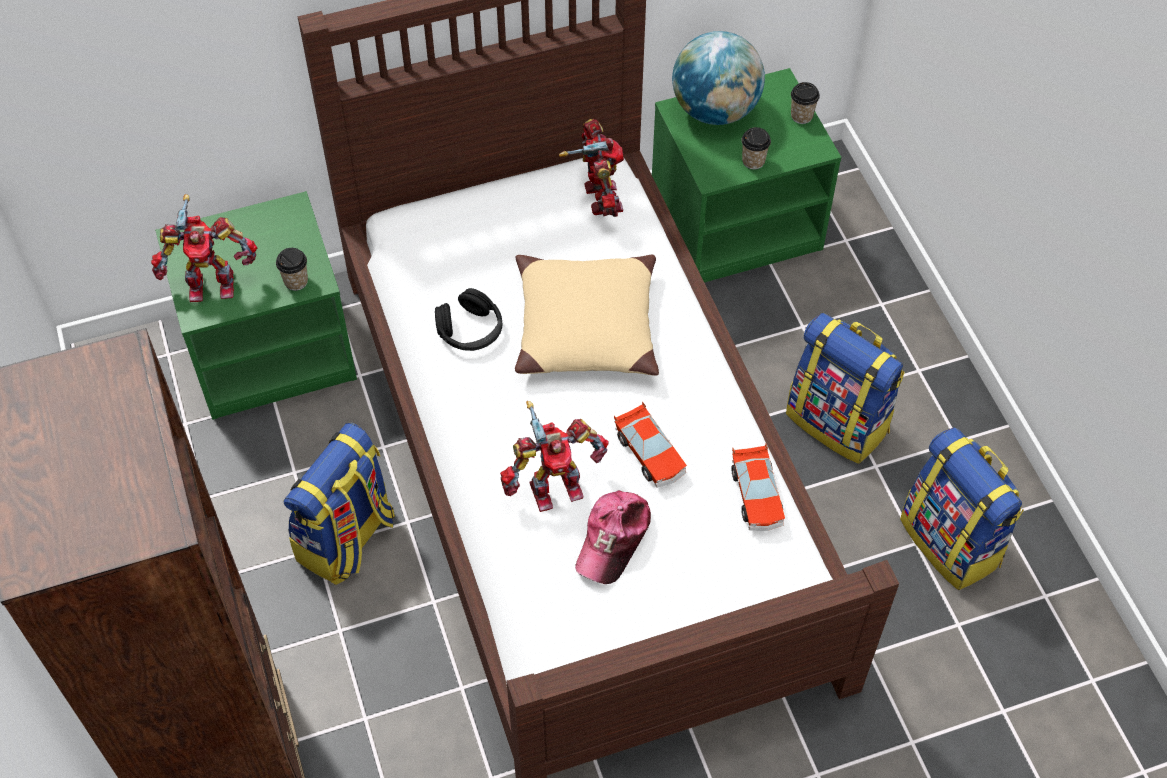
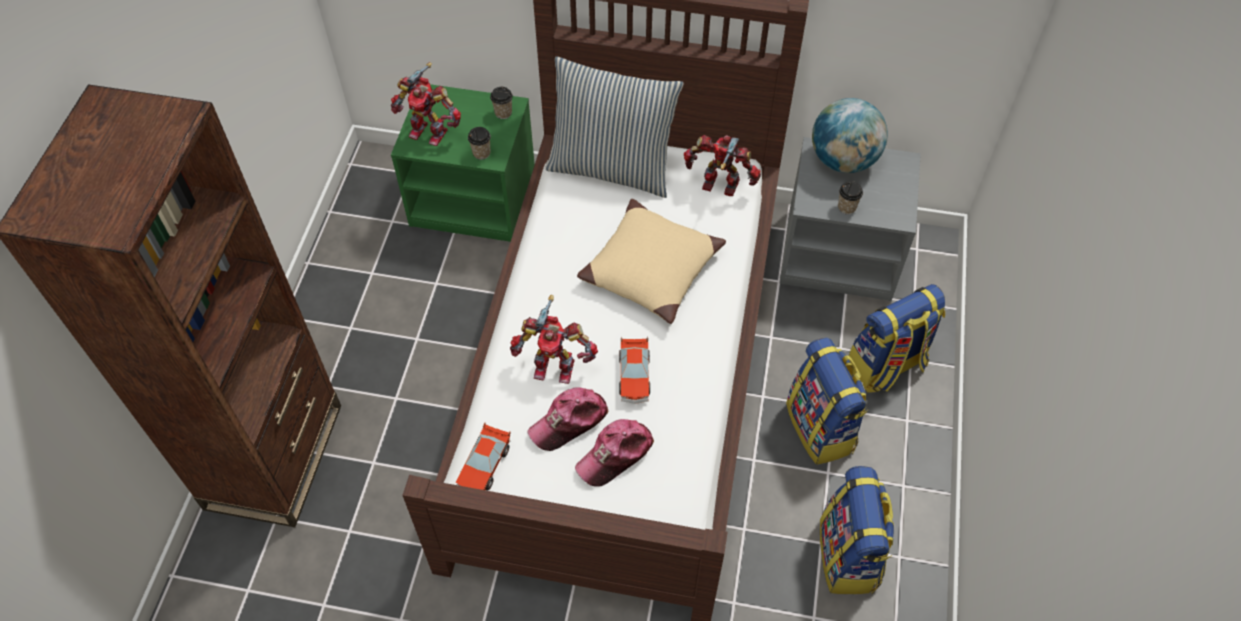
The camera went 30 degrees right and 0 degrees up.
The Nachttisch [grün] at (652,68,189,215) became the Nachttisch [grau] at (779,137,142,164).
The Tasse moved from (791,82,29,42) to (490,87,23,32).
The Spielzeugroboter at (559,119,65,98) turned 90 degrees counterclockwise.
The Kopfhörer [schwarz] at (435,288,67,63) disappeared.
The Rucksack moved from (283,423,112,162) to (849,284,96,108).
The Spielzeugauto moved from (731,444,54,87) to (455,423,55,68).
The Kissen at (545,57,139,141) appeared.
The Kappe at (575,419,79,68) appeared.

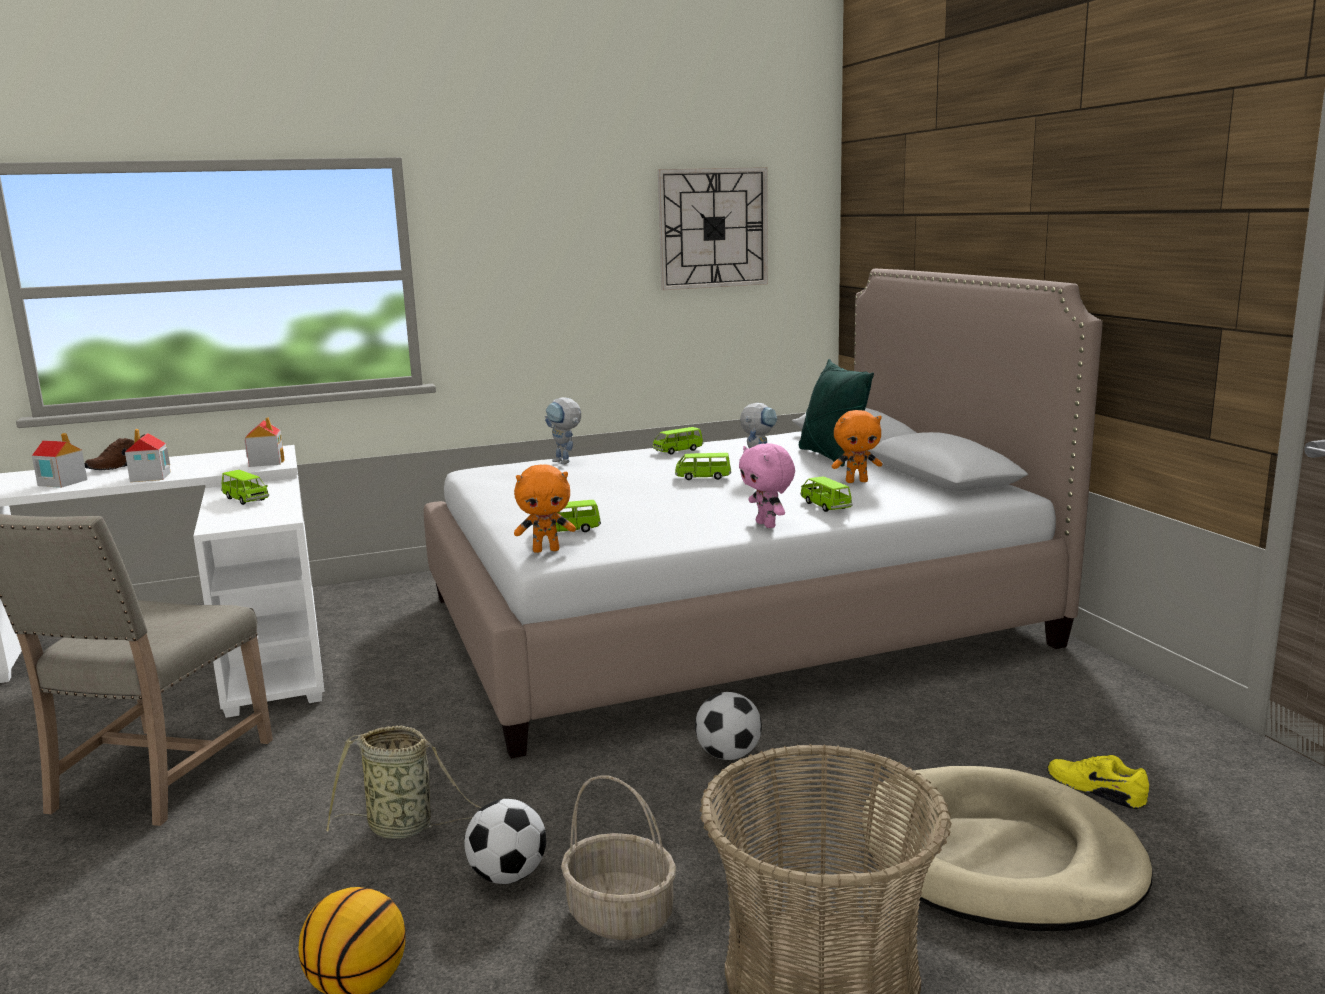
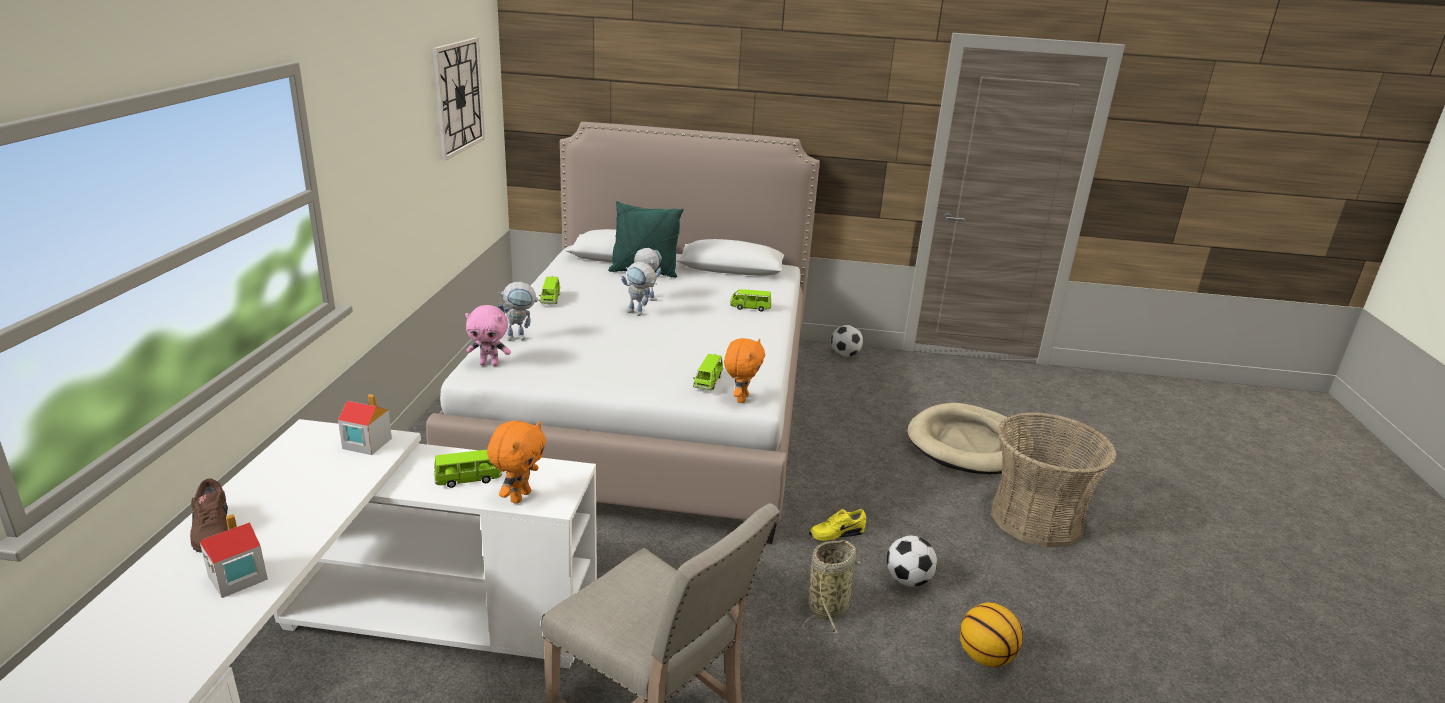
The camera went 65 degrees left and 10 degrees up.
The Plüschtier [orange] moved from (832,410,50,73) to (487,421,59,83).
The Spielzeughaus at (125,429,46,53) disappeared.
The Plüschtier [rosa] moved from (739,443,56,85) to (465,305,46,61).
The Spielzeugauto [grün] at (675,453,56,27) was replaced by the Spielzeugroboter at (621,262,36,54).
The Fußball moved from (695,692,67,68) to (831,325,32,32).
The Schuh [gelb] moved from (1047,755,102,54) to (809,509,57,33).
The Korb at (561,776,115,164) disappeared.

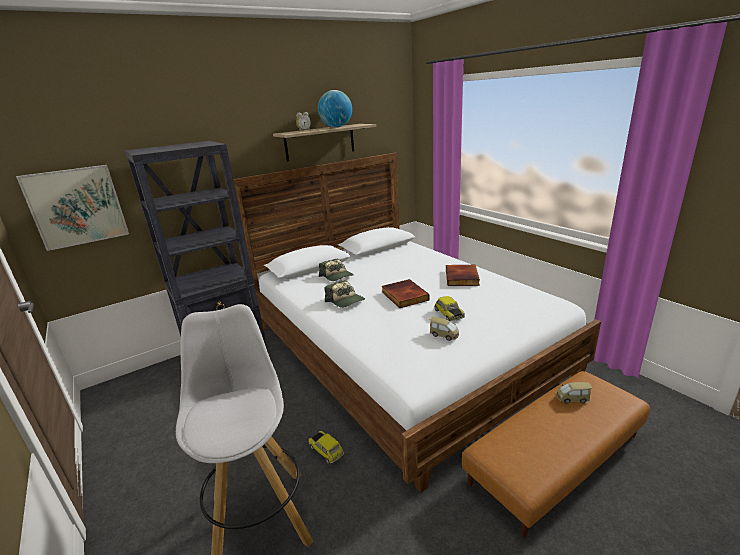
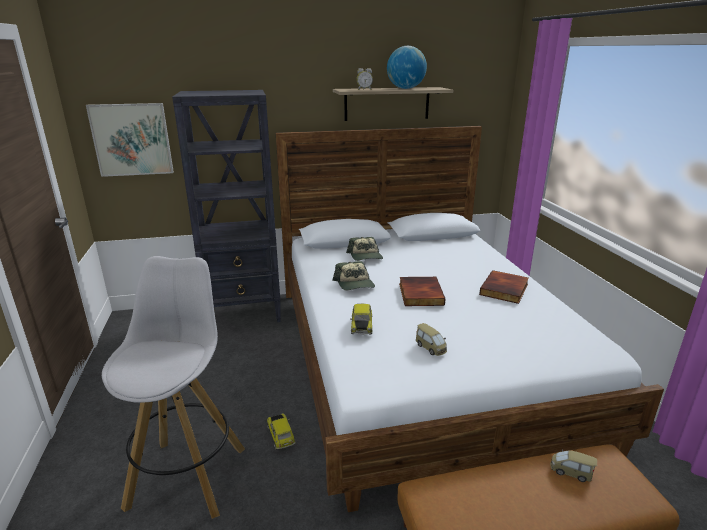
The camera went 20 degrees right and 0 degrees up.
The Spielzeugauto moved from (434,296,31,25) to (350,304,23,31).

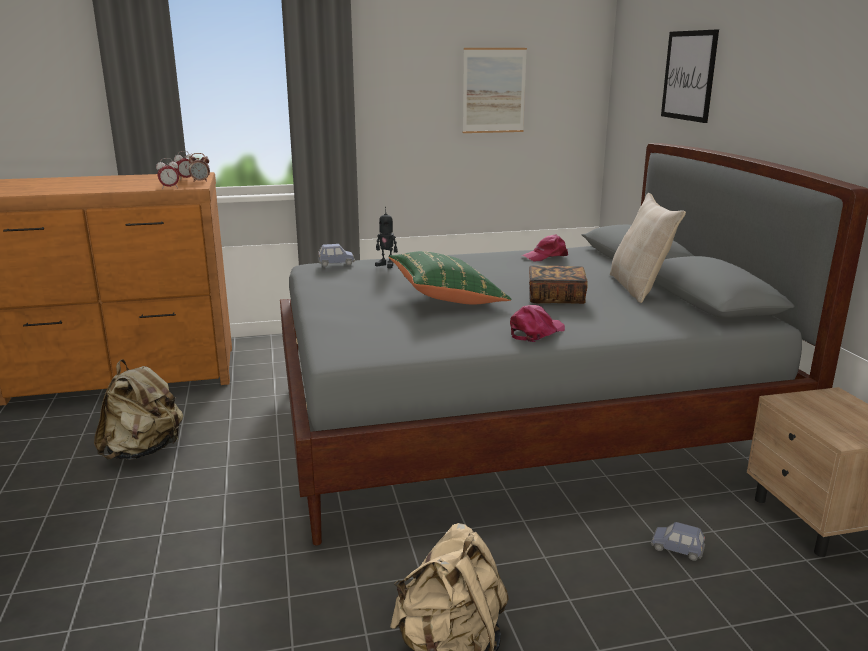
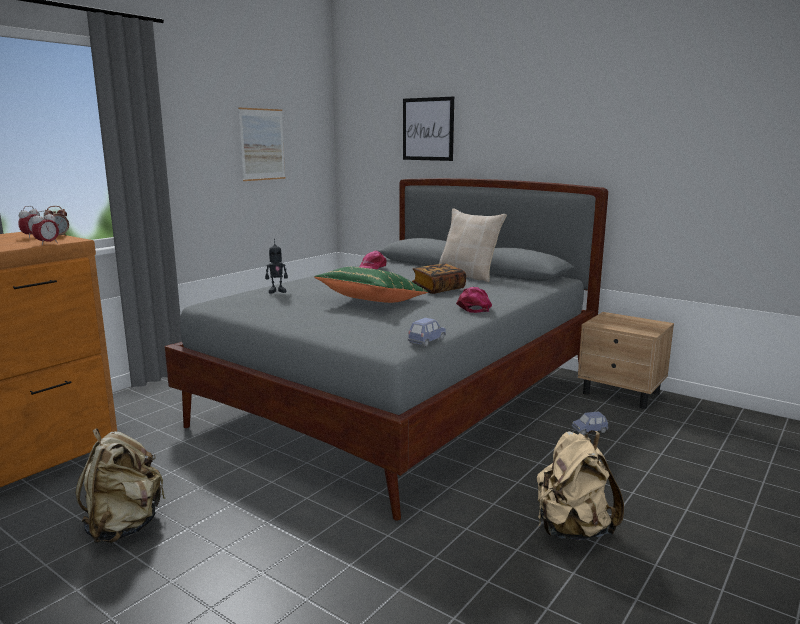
The camera went 40 degrees left and 5 degrees down.
The Spielzeugauto [blau] moved from (318,244,37,23) to (408,318,38,29).

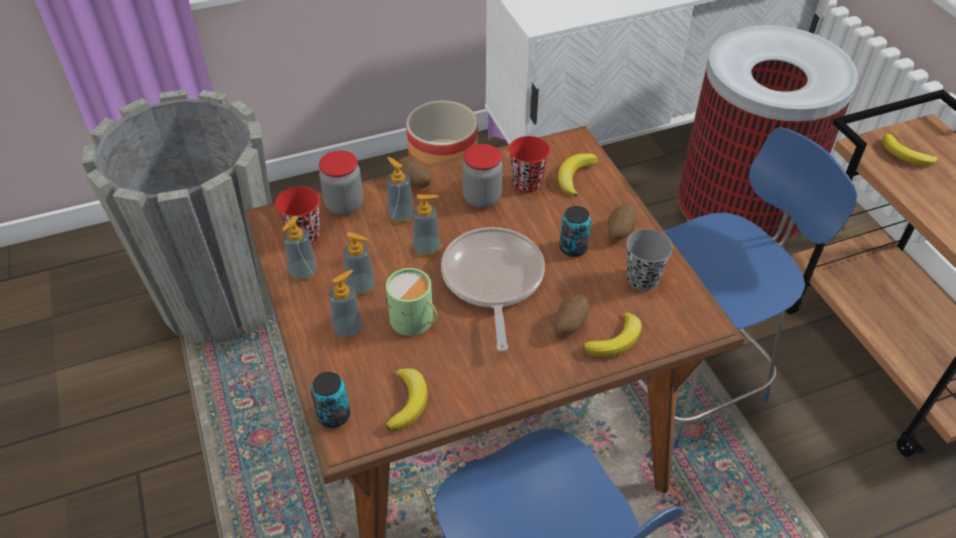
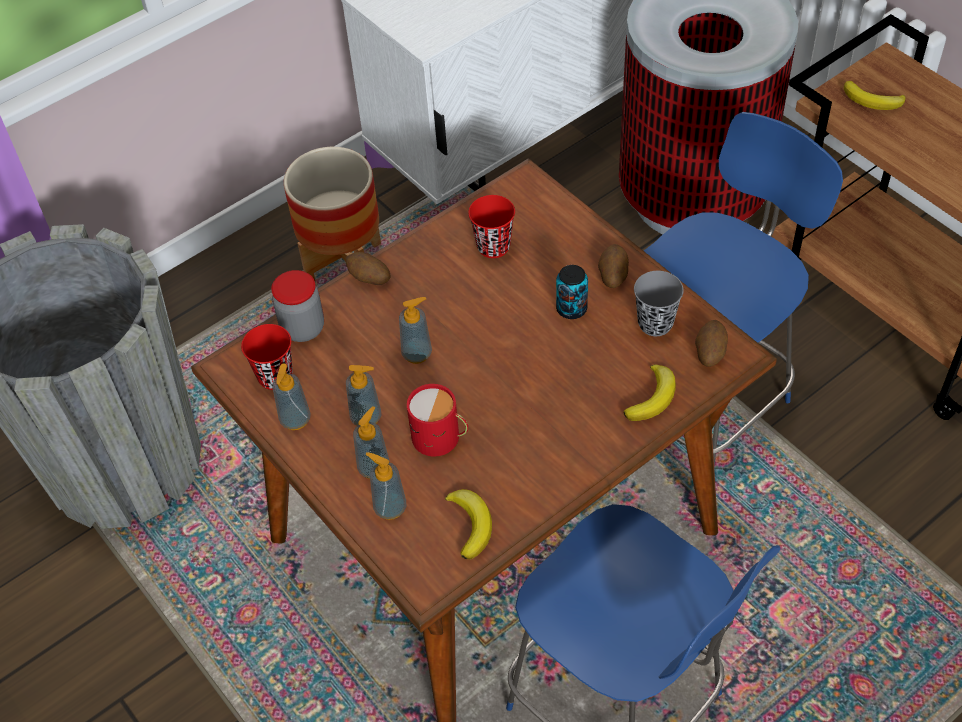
The camera went 15 degrees left and 5 degrees up.
The Vorratsglas at (462,144,41,64) disappeared.
The Banane at (558,153,40,44) disappeared.
The Seifenspender moved from (387,157,27,67) to (365,452,41,68).
The Pfanne at (441,227,104,124) disappeared.
The Henkelbecher [grün] at (386,268,52,68) became the Henkelbecher [rot] at (407,384,61,72).
The Kartoffel moved from (554,295,35,40) to (695,320,33,47).
The Dose at (311,372,39,56) disappeared.

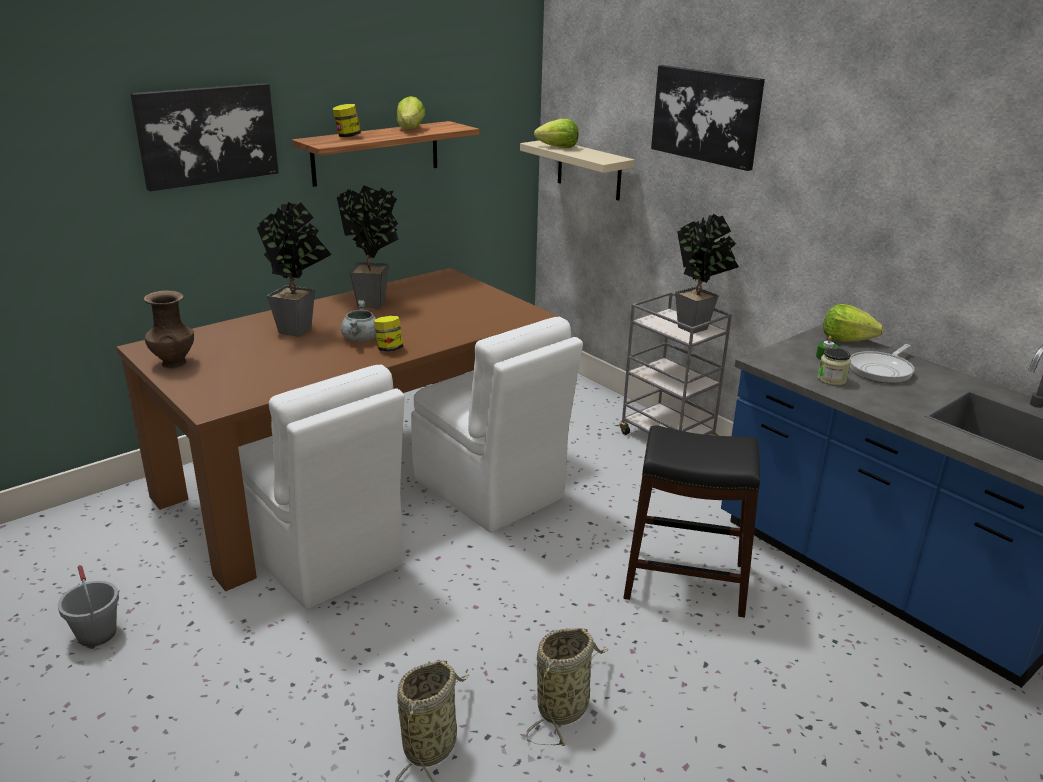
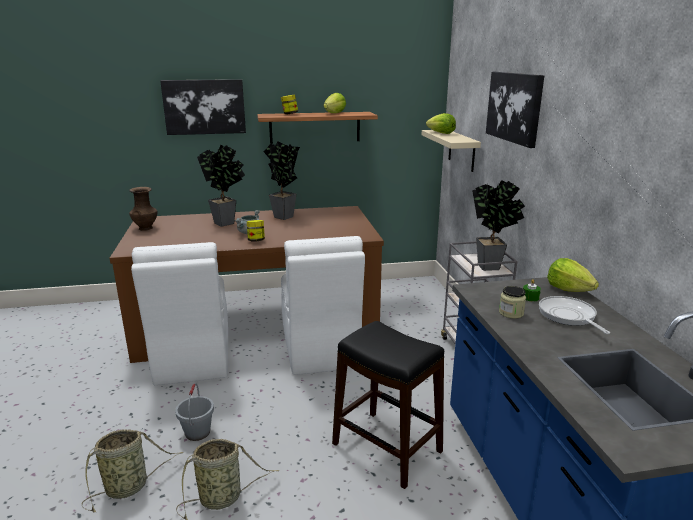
The camera went 30 degrees right and 5 degrees down.
The Pfanne at (849,344,66,39) turned 90 degrees clockwise.
The Eimer [grau] moved from (58,565,61,82) to (175,383,39,58).

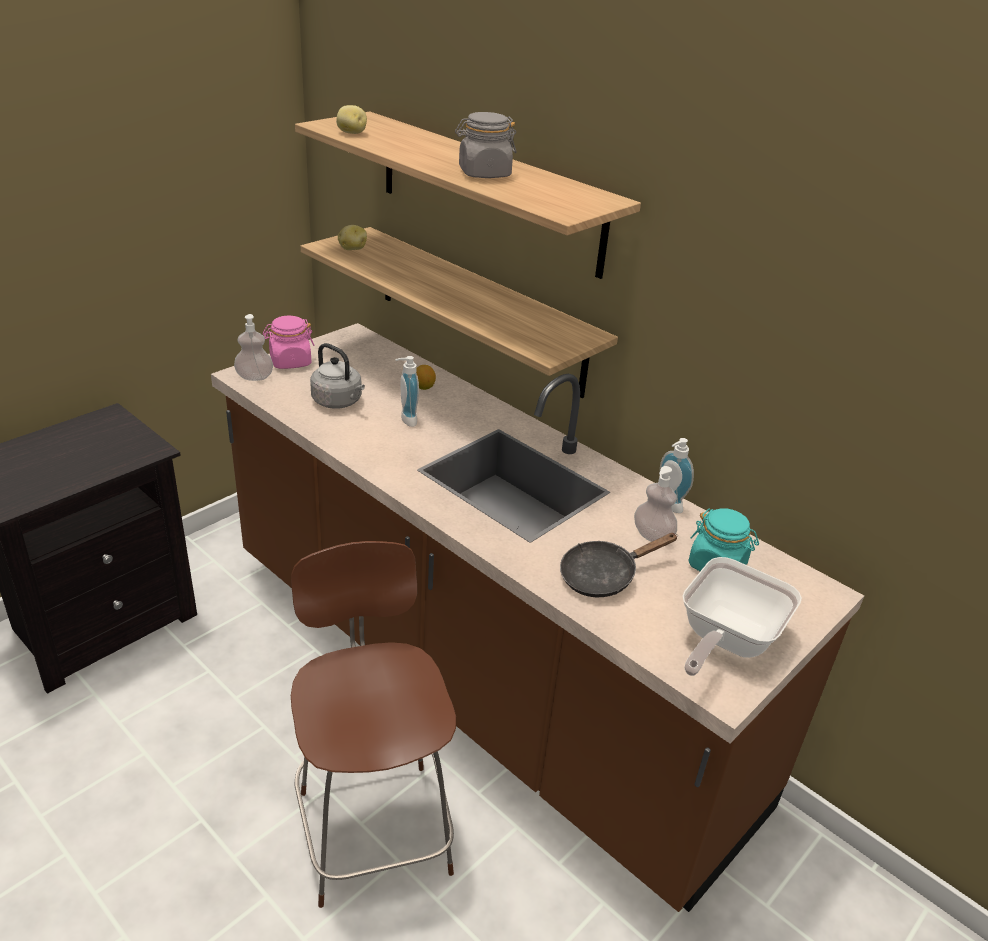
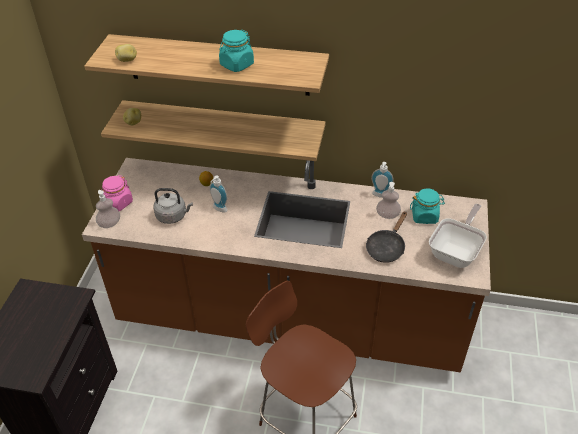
The camera went 30 degrees left and 10 degrees up.
The Vorratsglas [grau] at (455,112,62,66) became the Vorratsglas [türkis] at (219,30,35,42).
The Pfanne at (682,557,120,119) turned 150 degrees counterclockwise.

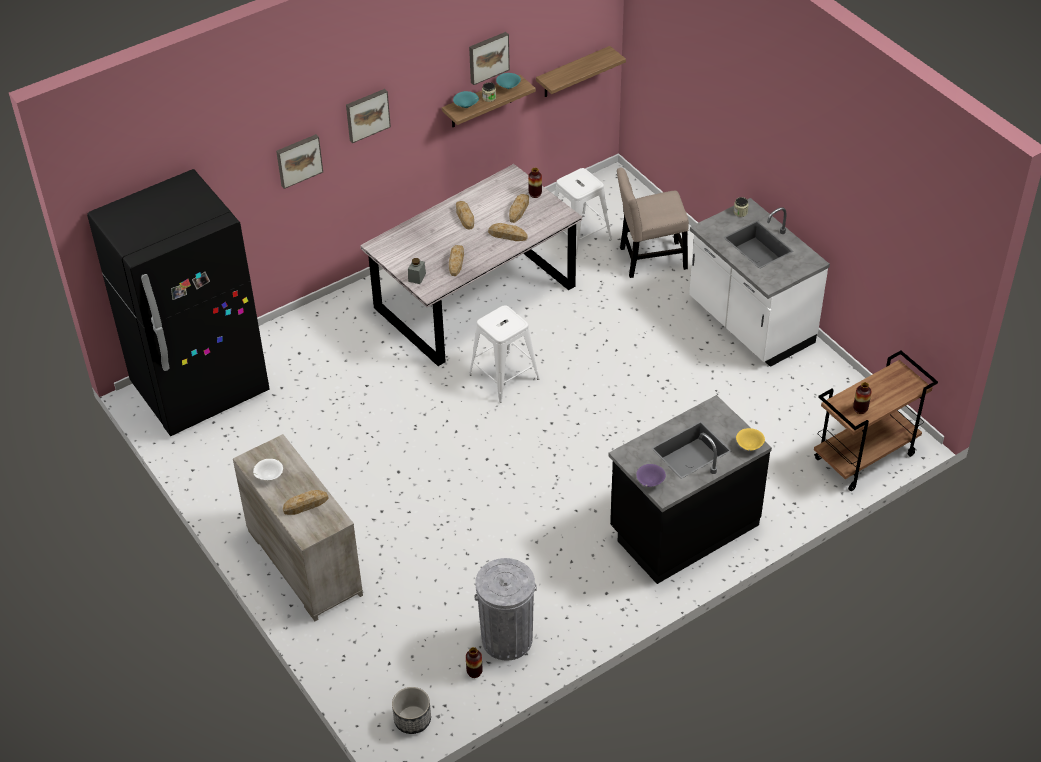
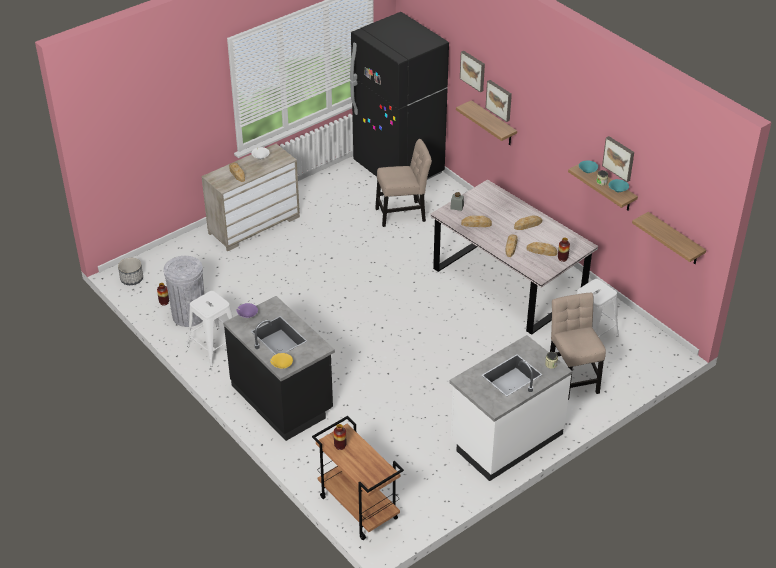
The camera went 85 degrees right and 5 degrees down.
The Bild moved from (346,89,45,54) to (460,51,25,41).
The Hocker [weiß] moved from (469,305,71,98) to (187,291,46,76).
The Wandregal at (456,100,61,45) appeared.
The Stuhl [beige] at (375,139,57,88) appeared.

